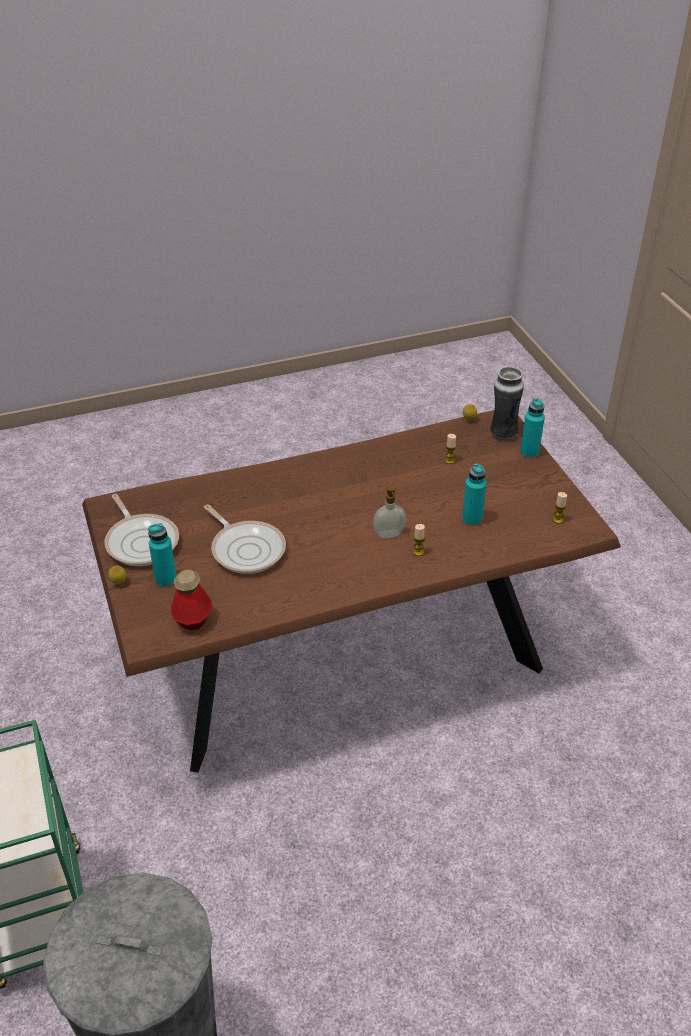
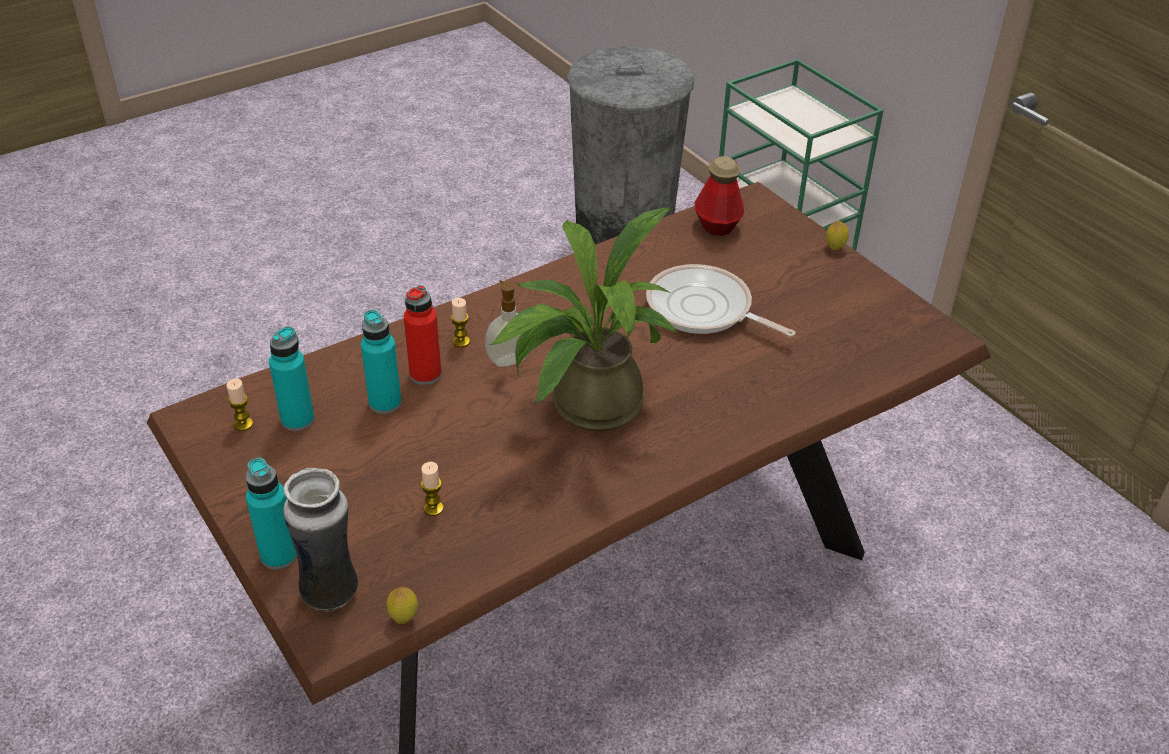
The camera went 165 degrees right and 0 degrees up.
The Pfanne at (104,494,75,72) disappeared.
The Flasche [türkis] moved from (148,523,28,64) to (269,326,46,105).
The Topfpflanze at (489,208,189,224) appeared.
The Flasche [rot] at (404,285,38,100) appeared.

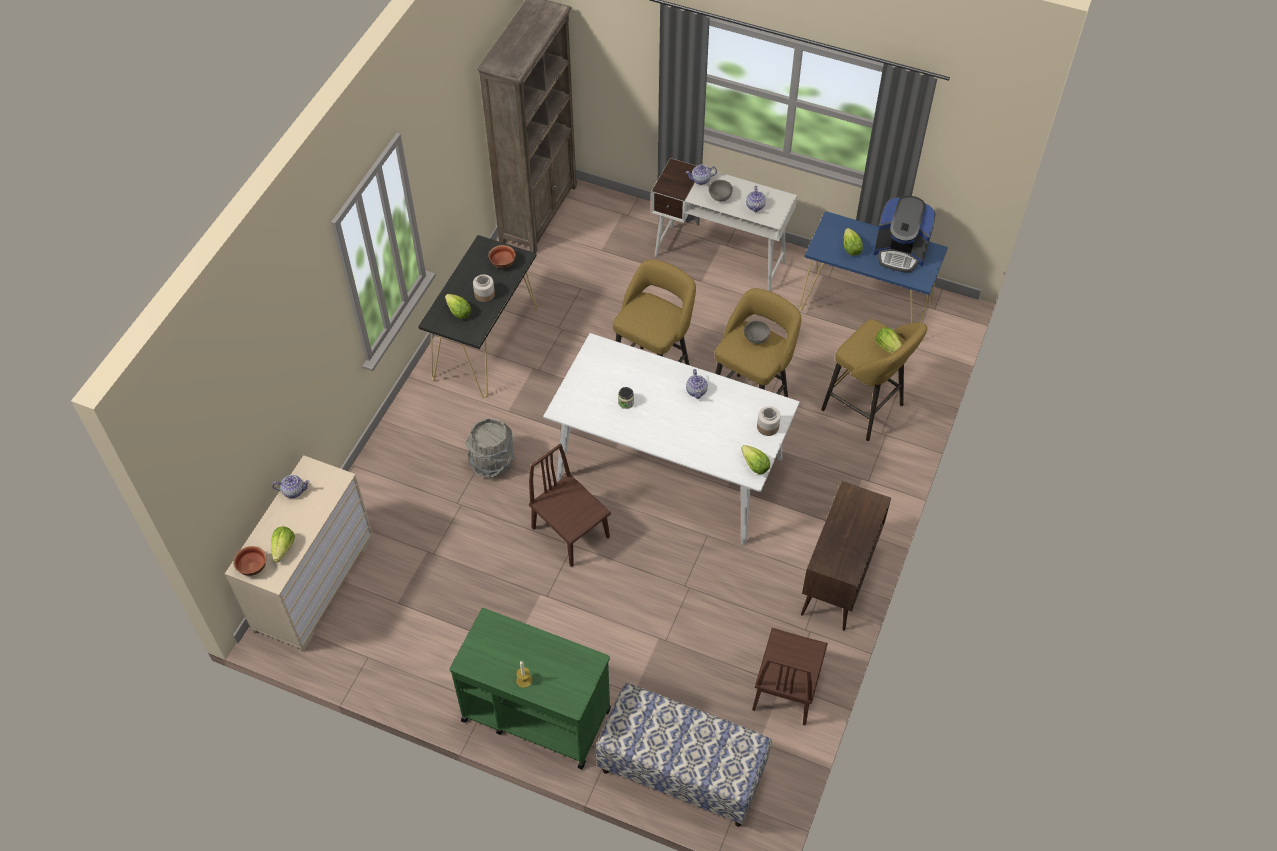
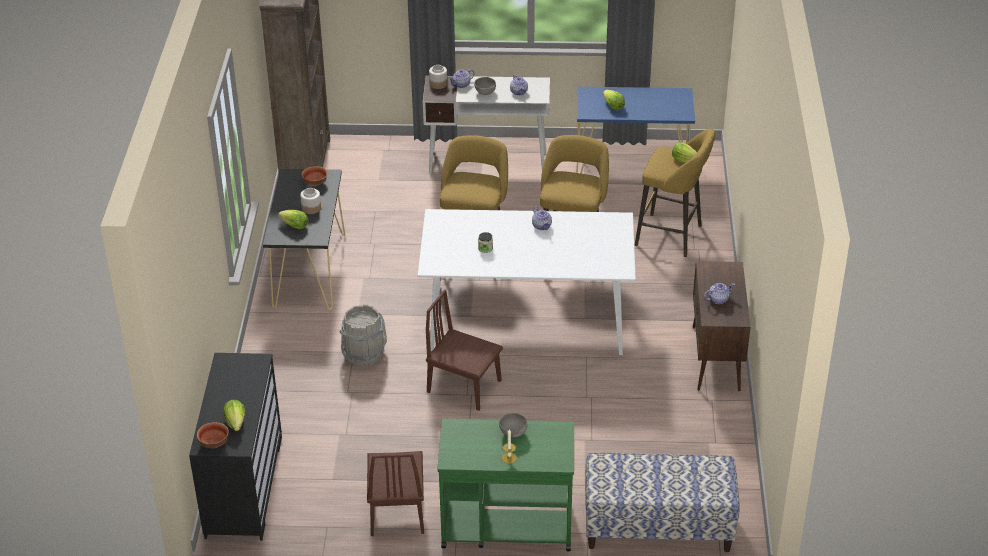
The camera went 20 degrees left and 15 degrees down.
The Kaffeemaschine at (873,196,63,77) disappeared.
The Schüssel [grau] moved from (744,320,26,24) to (499,413,29,24).
The Vorratsglas moved from (757,406,24,30) to (429,65,18,24).
The Salatkopf at (741,445,29,29) disappeared.
The Kommode [beige] at (225,455,148,197) became the Kommode [schwarz] at (189,353,93,188).
The Teekanne moved from (272,475,38,23) to (704,283,31,21).
The Stuhl [braun] moved from (752,628,76,97) to (367,451,57,85).

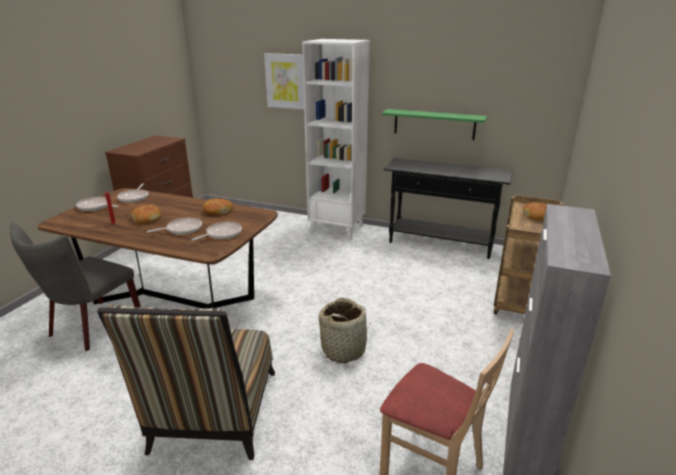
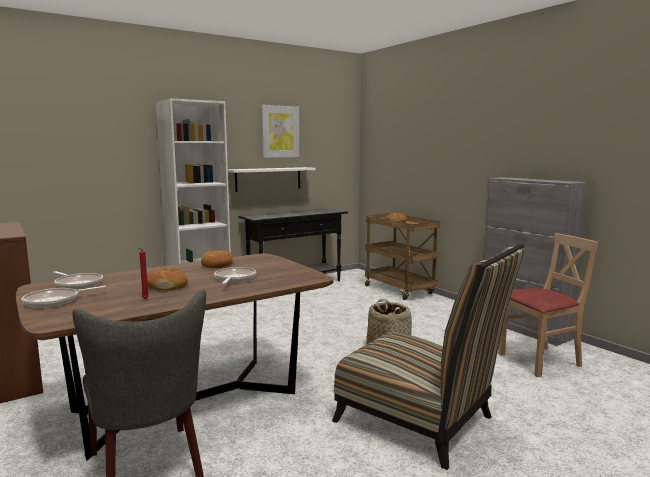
The camera went 55 degrees left and 15 degrees down.
The Bild moved from (264,53,40,57) to (261,105,38,53).
The Wandregal [grün] at (382,109,105,31) became the Wandregal [weiß] at (228,167,88,25).
The Pfanne at (192,222,50,19) disappeared.

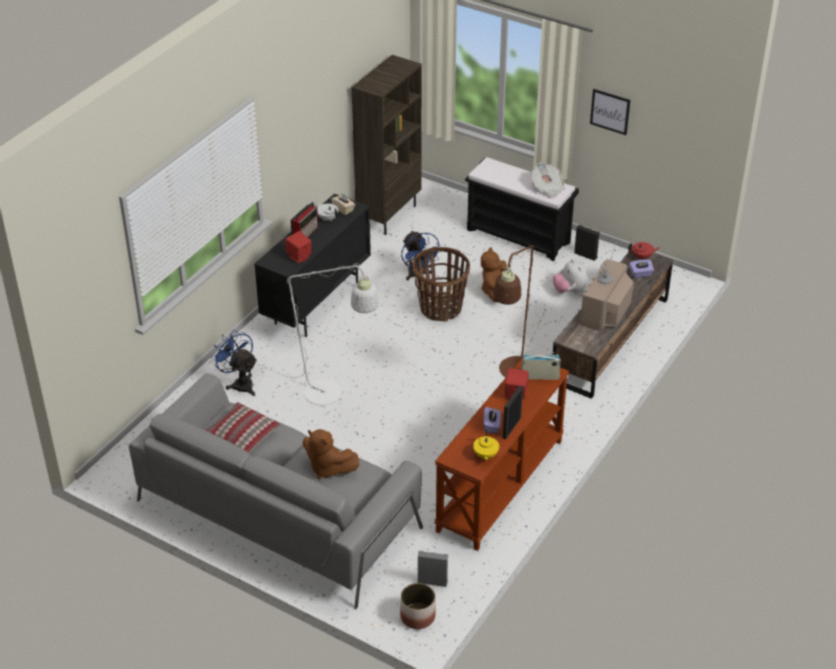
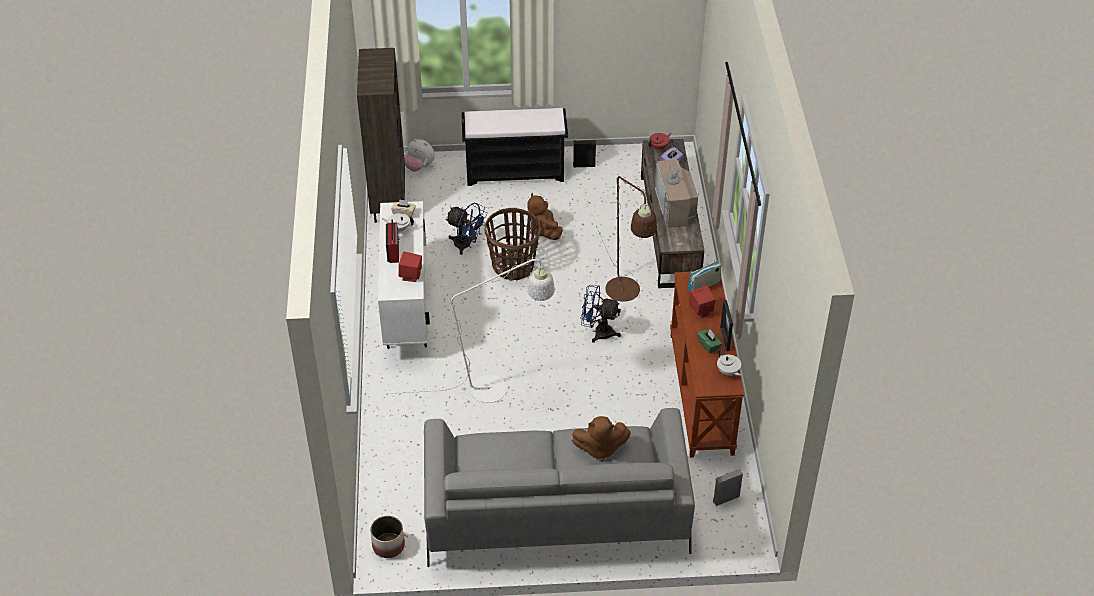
The camera went 35 degrees left and 5 degrees up.
The Bild at (590,89,40,46) disappeared.
The Zeitung at (531,163,34,36) disappeared.
The Schrank [schwarz] at (254,194,117,143) became the Schrank [weiß] at (378,201,52,148).
The Plüschtier moved from (553,259,35,35) to (404,139,31,33).
The Ventilator [blau] moved from (211,330,46,66) to (581,285,40,58).
The Kissen at (205,402,76,51) disappeared.
The Taschentuchbox [lila] at (483,407,18,26) became the Taschentuchbox [grün] at (697,329,25,24).
The Teekanne [gelb] at (473,429,26,31) became the Teekanne [weiß] at (717,349,24,27).
The Pflanzkübel moved from (400,583,36,46) to (370,516,35,42).

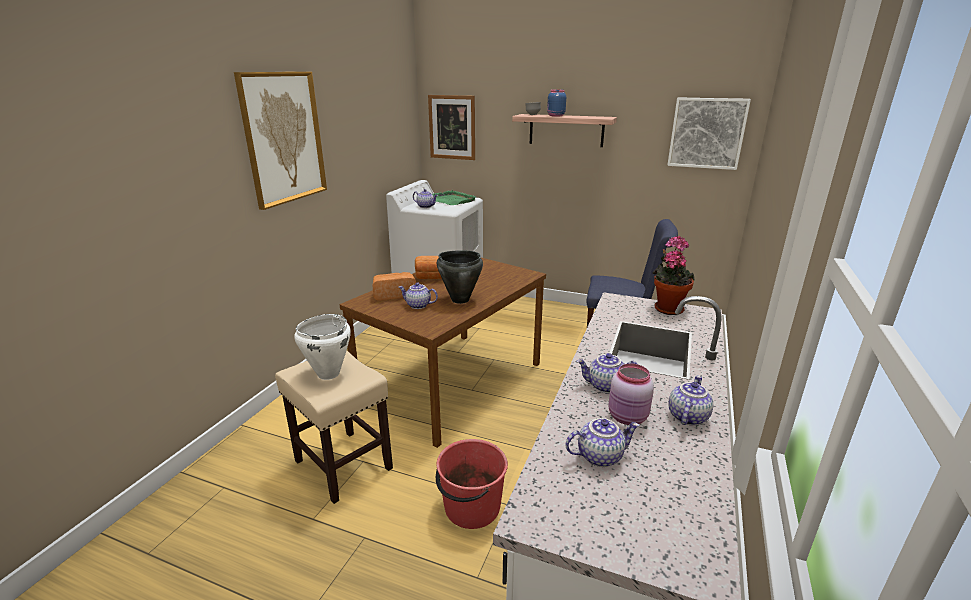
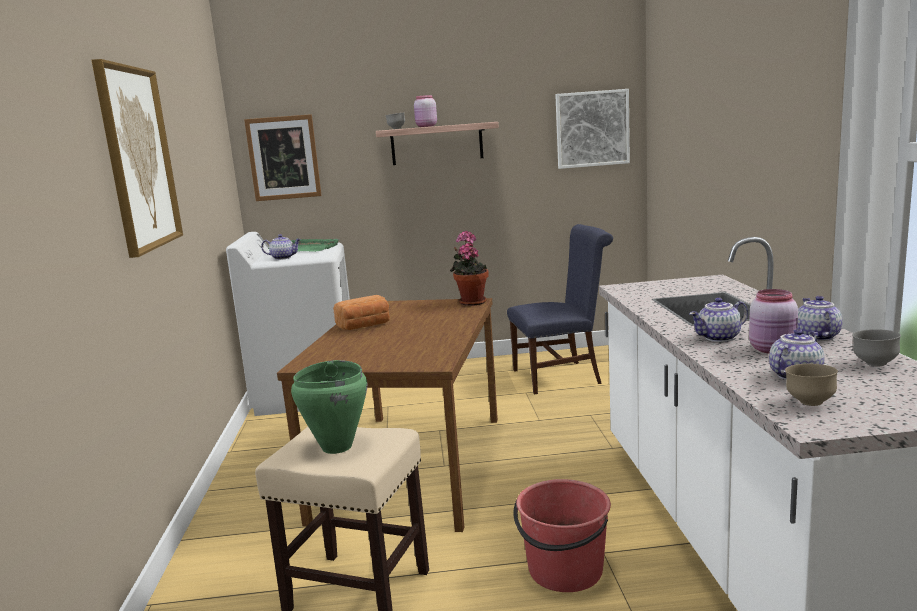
The camera went 25 degrees left and 10 degrees down.
The Vorratsglas [blau] at (547,89,19,28) became the Vorratsglas [rosa] at (414,95,23,32).
The Topfpflanze moved from (652,236,43,79) to (450,231,39,75).
The Kochtopf [schwarz] at (437,250,46,54) disappeared.
The Brot at (373,272,43,29) disappeared.
The Teekanne at (399,283,39,26) disappeared.
The Kochtopf [weiß] at (294,314,57,66) became the Kochtopf [grün] at (291,360,76,94).
The Schüssel [grau] at (852,329,49,37) appeared.
The Schüssel [braun] at (785,364,53,42) appeared.

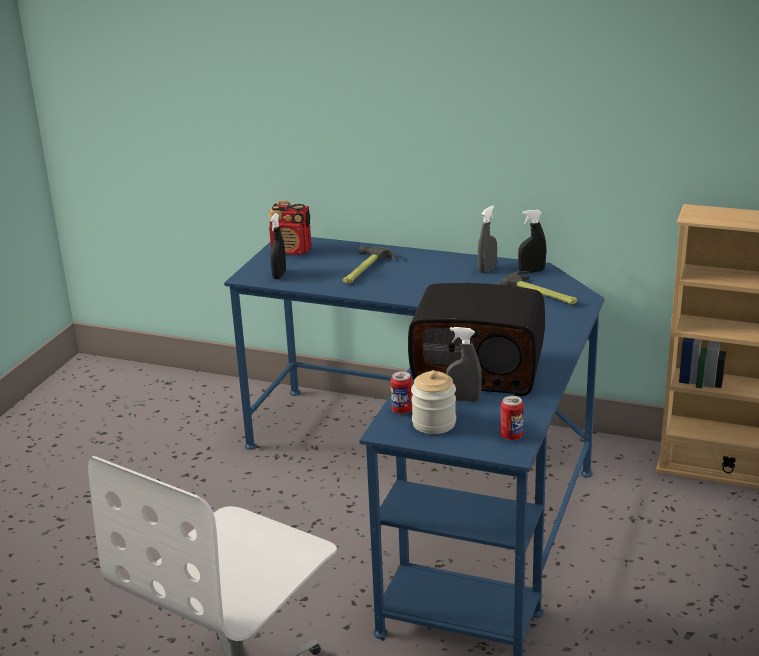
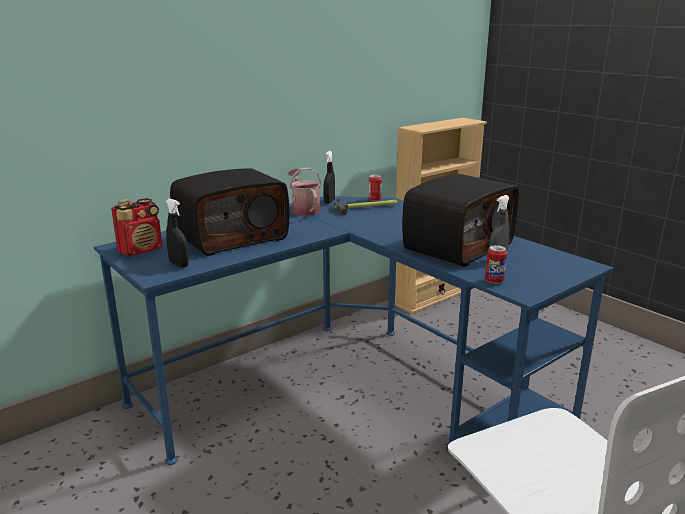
The camera went 60 degrees left and 5 degrees down.
The Sprühflasche [grau] at (478,205,19,68) was replaced by the Gießkanne at (288,167,34,49).
The Hammer at (343,246,52,37) was replaced by the Radio at (170,168,120,88).
The Vorratsglas at (411,370,45,64) disappeared.
The Dose moved from (501,396,23,44) to (368,175,14,26).

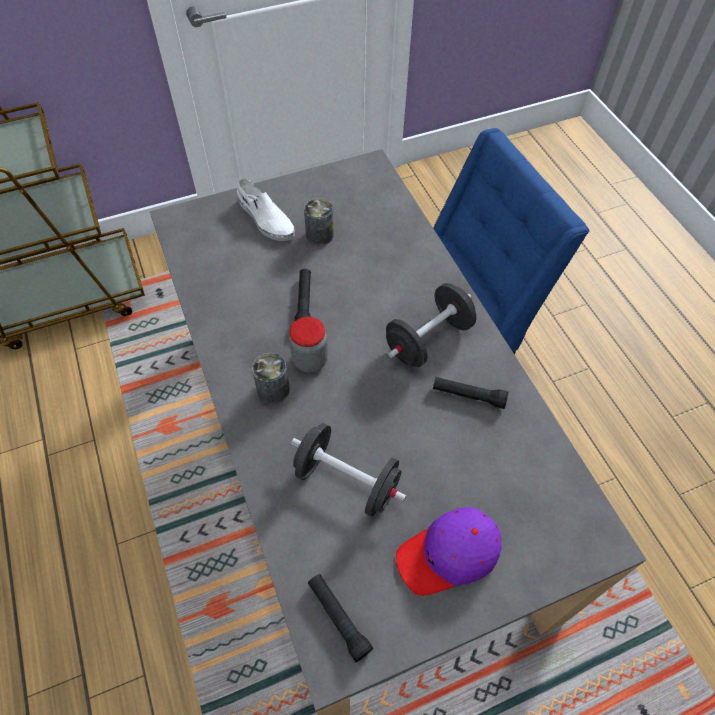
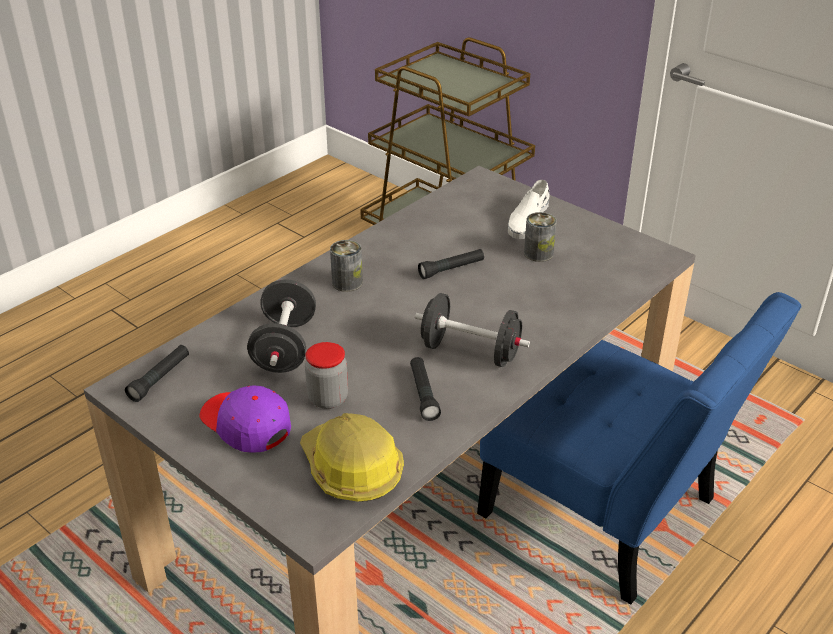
The camera went 65 degrees right and 20 degrees down.
The Vorratsglas moved from (289,317,39,56) to (305,342,43,67).
The Schutzhelm at (300,413,104,89) appeared.

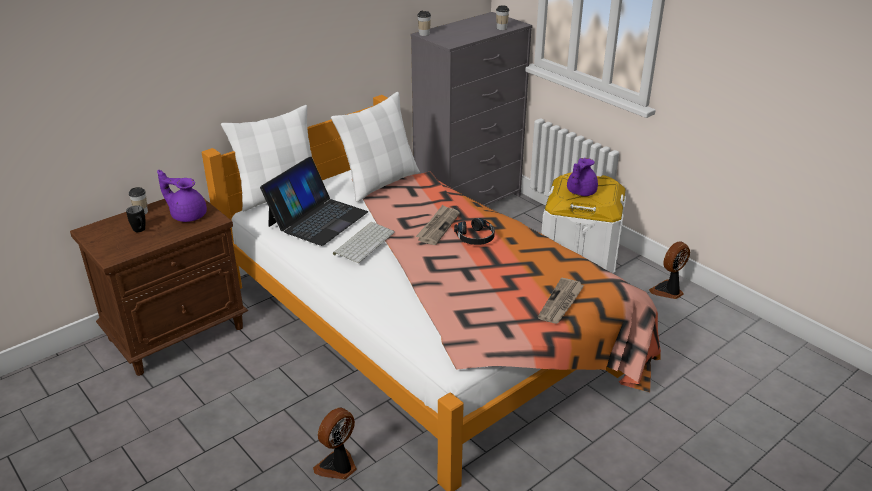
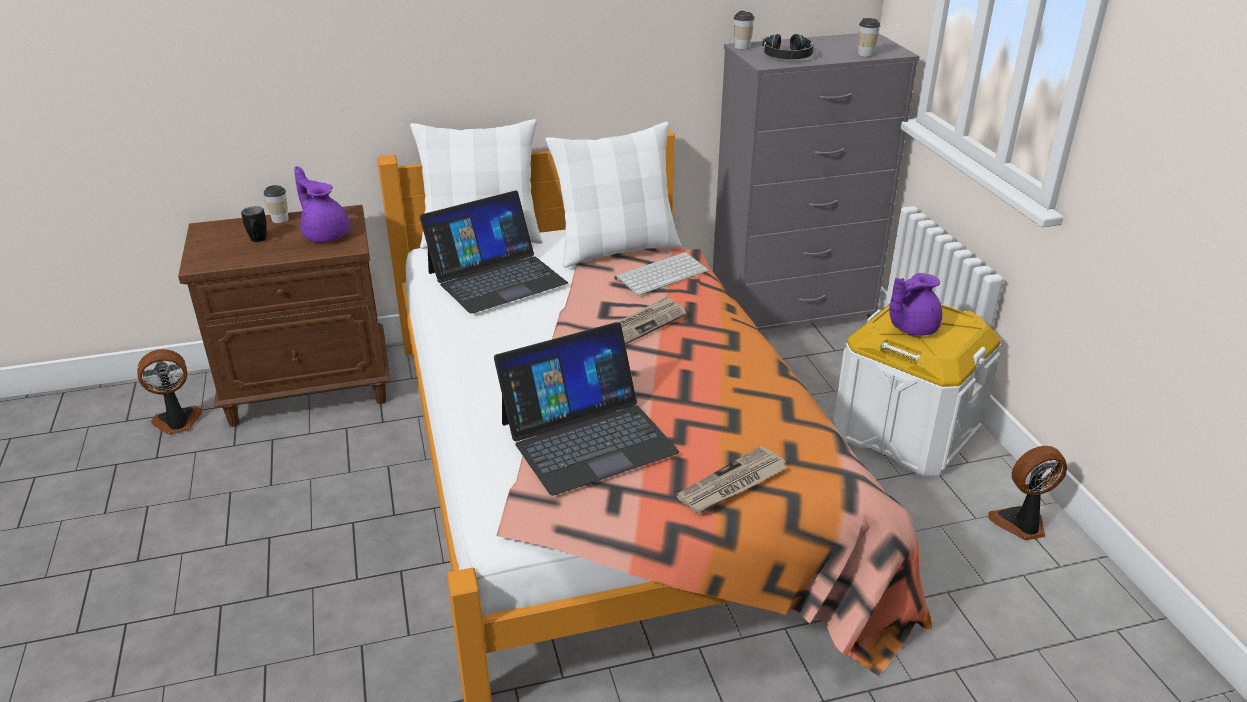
The camera went 25 degrees right and 0 degrees up.
The Kopfhörer [schwarz] moved from (454,218,41,27) to (762,34,52,25).
The Tastatur moved from (333,222,62,41) to (614,252,95,44).
The Ventilator moved from (313,407,44,72) to (137,349,65,86).
The Laptop at (494,322,185,174) appeared.

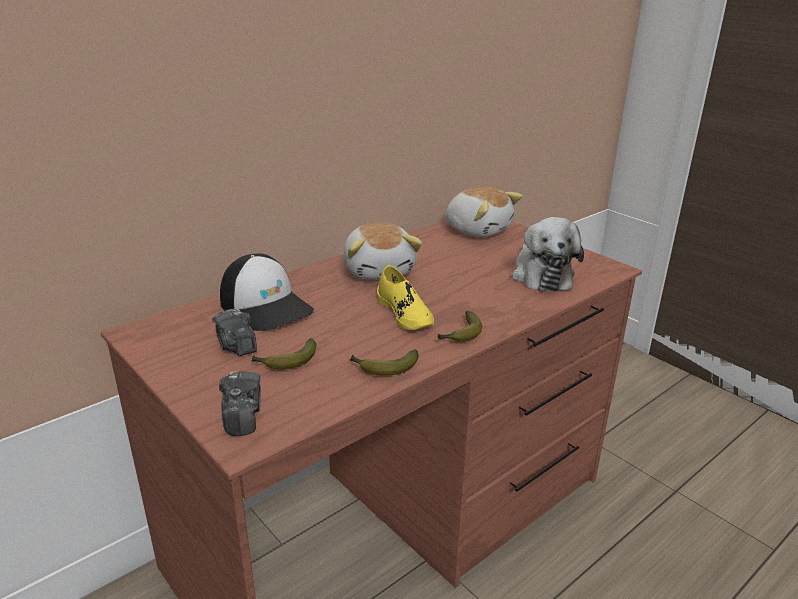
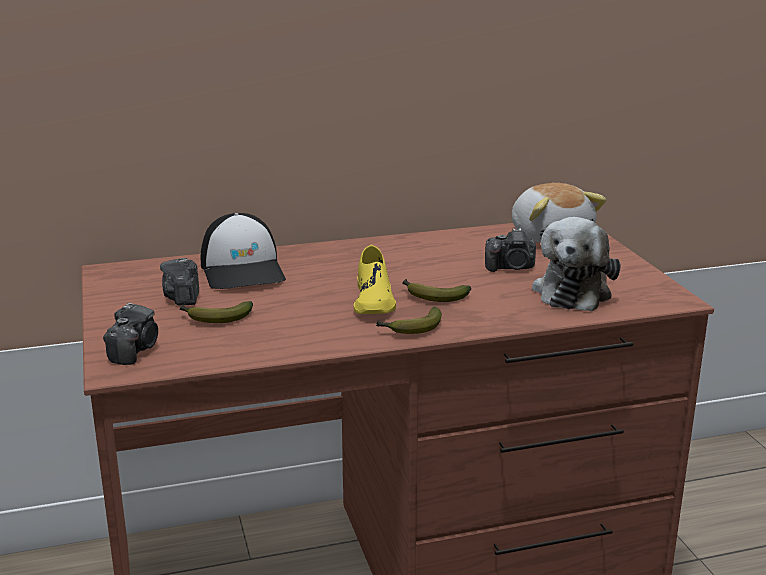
The camera went 25 degrees right and 5 degrees down.
The Plüschtier at (343,222,79,58) disappeared.
The Banane moved from (350,349,69,26) to (403,279,68,23).
The Kamera at (485,228,51,44) appeared.

